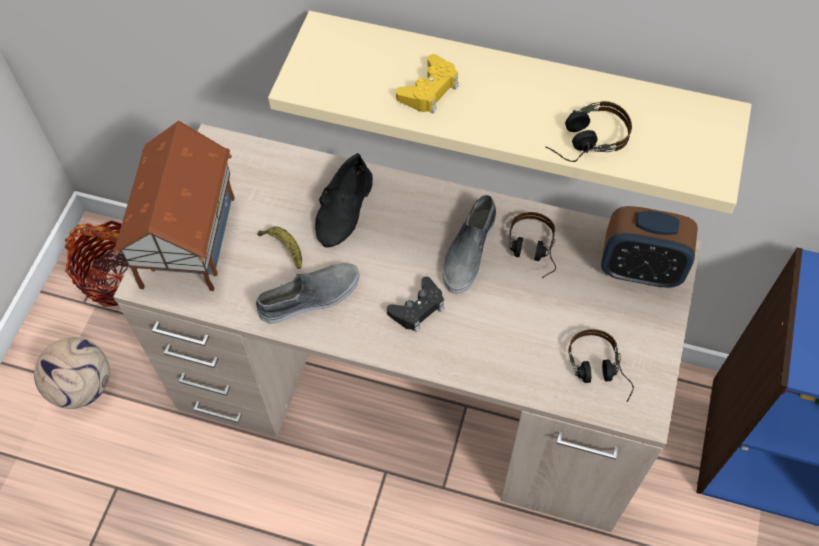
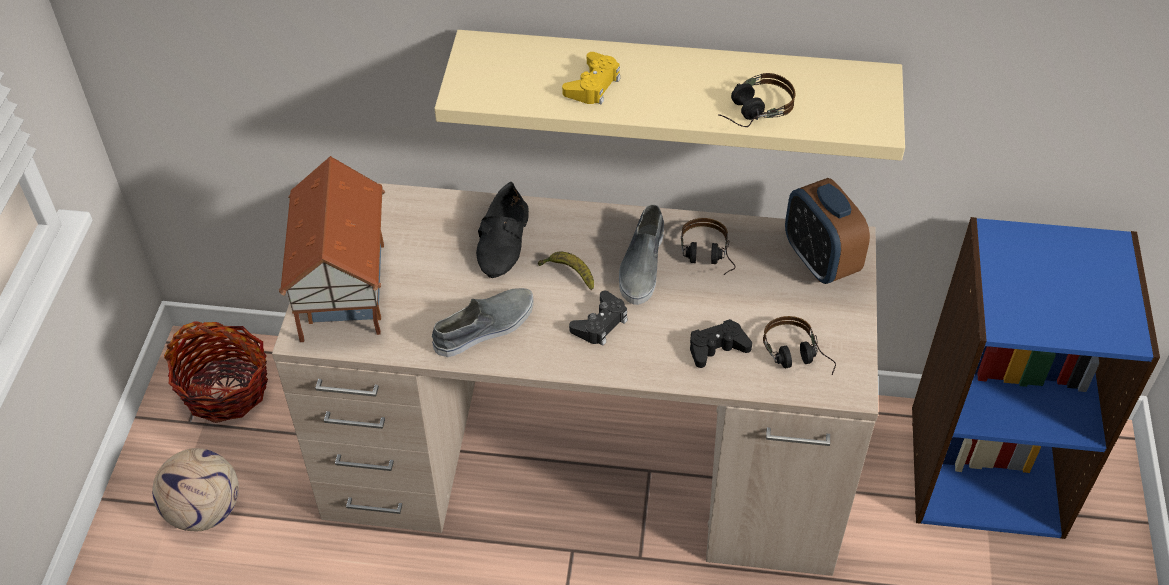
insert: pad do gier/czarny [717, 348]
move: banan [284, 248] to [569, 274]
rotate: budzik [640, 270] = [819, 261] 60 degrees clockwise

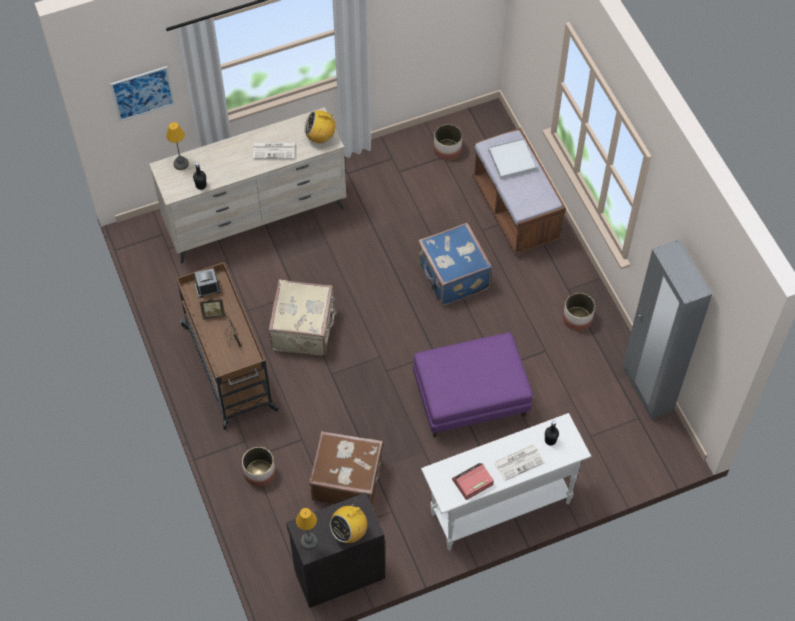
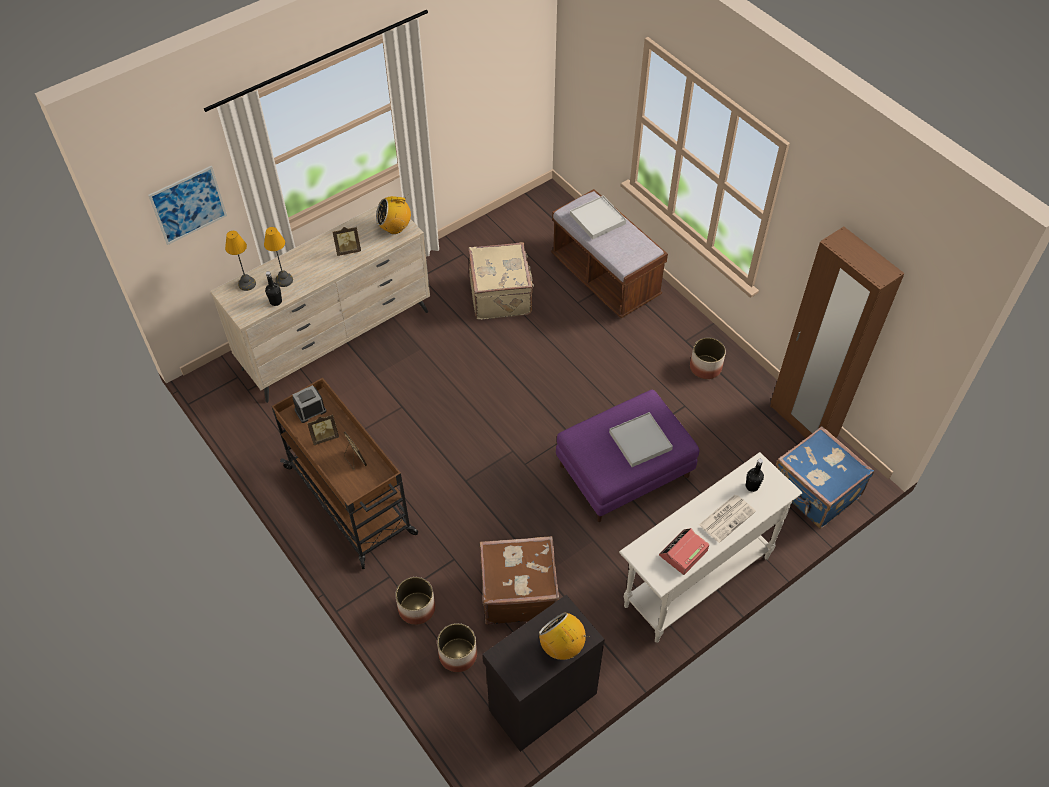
insert: taca/biały [640, 441]
move: lampa stołowa [308, 542] to [283, 280]; donica [447, 150] to [458, 655]; walizka/beżowy [304, 328] to [501, 295]; walizka/niebieski [452, 276] to [814, 492]
replace: gazeta [274, 150] to ramka na zdjęcie [348, 250]
recolor: szafa/szary [646, 390] to szafa/brązowy [802, 422]
rotate: radio [349, 531] = [562, 646] 105 degrees clockwise

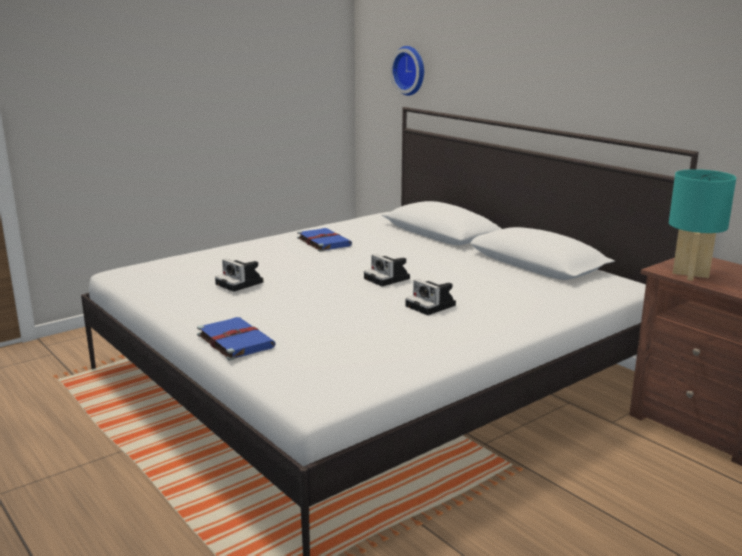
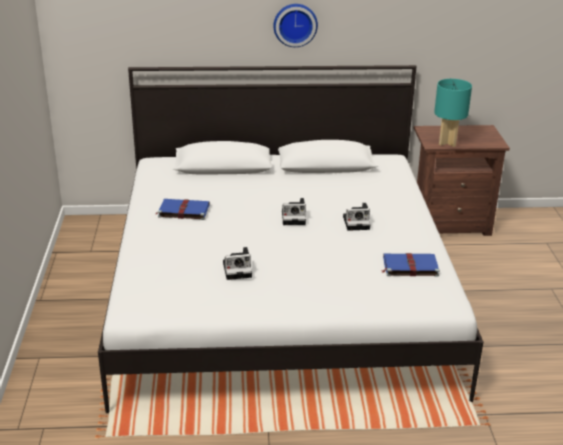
move: zegar ścienny [410, 70] to [295, 24]; książka/niebieski [234, 340] to [409, 266]

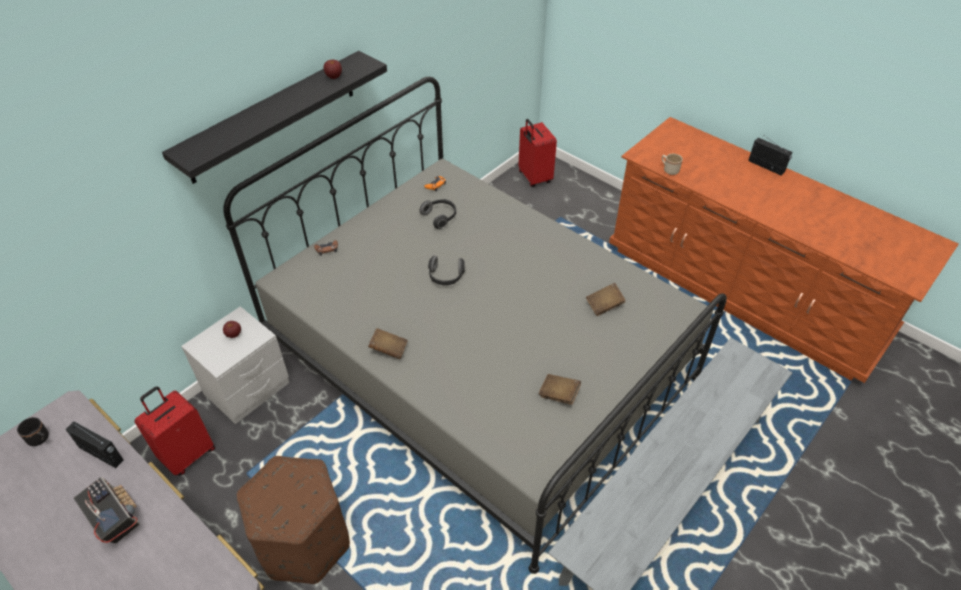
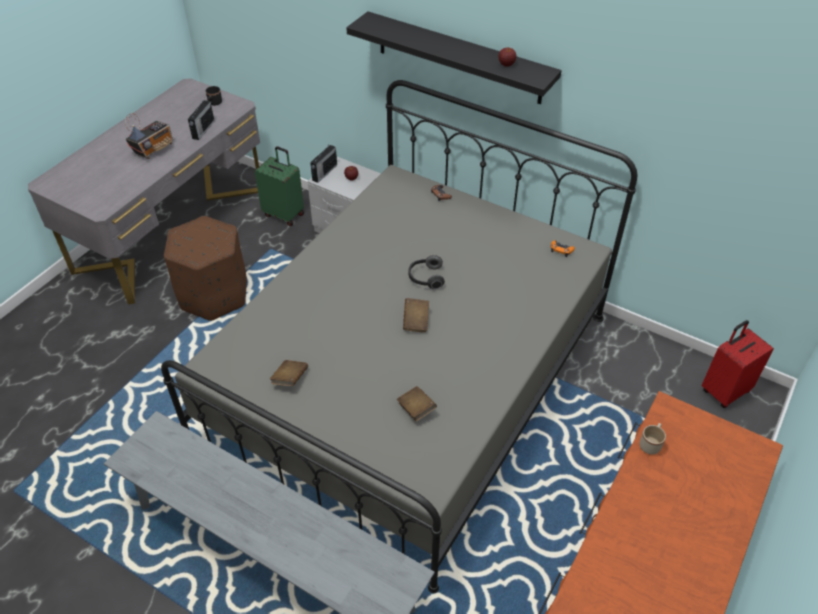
delete: słuchawki [440, 217]
move: radio [767, 166] to [324, 173]; książka/brązowy [389, 349] to [416, 321]
recolor: walizka/czerwony [187, 454] to walizka/zielony [284, 214]

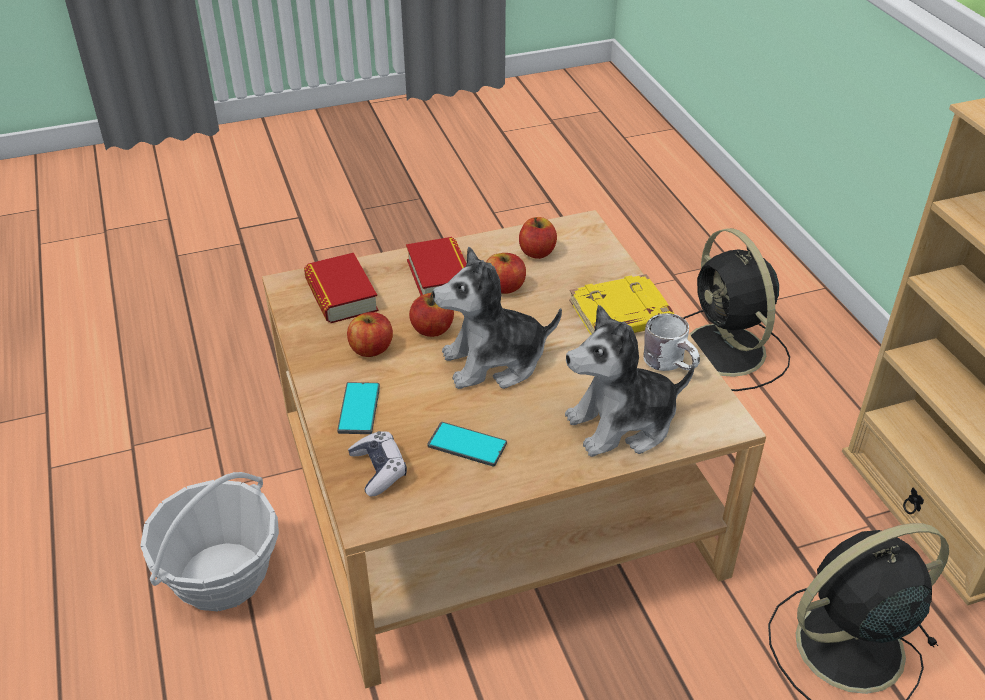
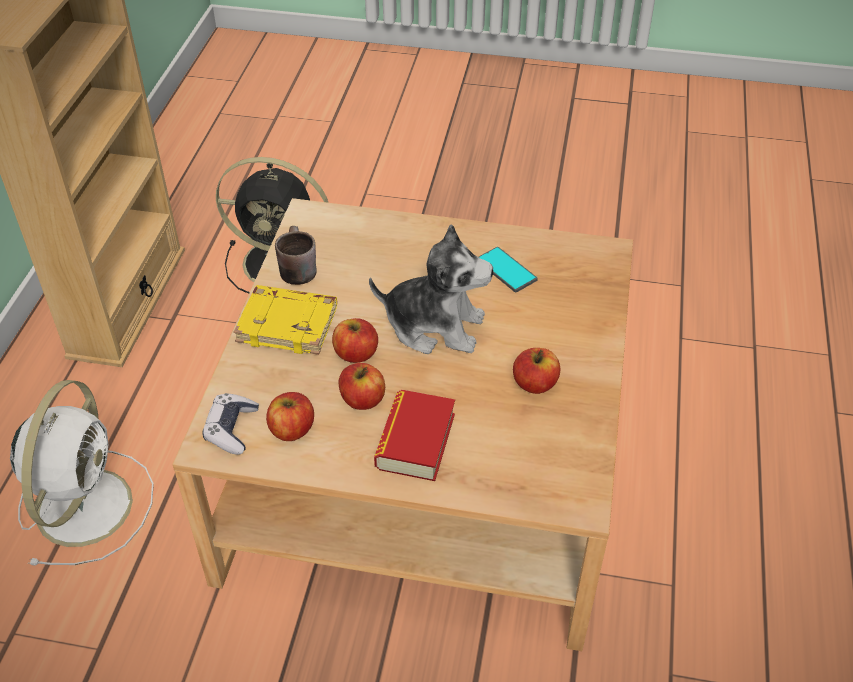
delete: koszyk [222, 576]; książka [341, 295]; telefon [359, 409]; pluszak [622, 424]
move: pad do gier [379, 470] to [231, 429]; jabłko [432, 329] to [356, 353]
recolor: wentylator/czarny [727, 352] to wentylator/biały [86, 503]; kubek/biały [672, 362] to kubek/brązowy [294, 268]

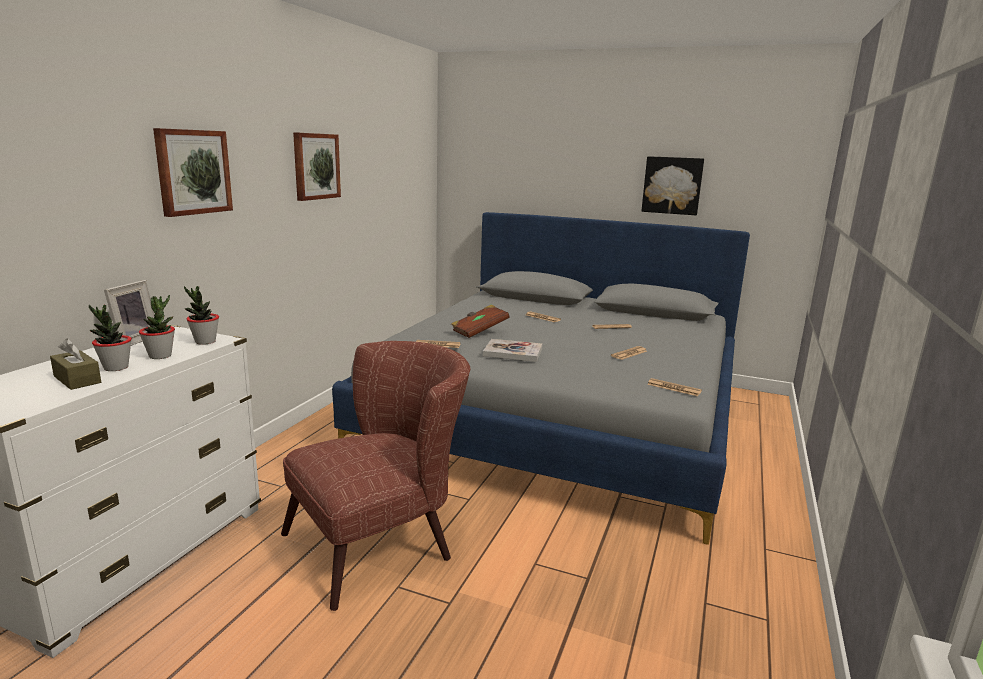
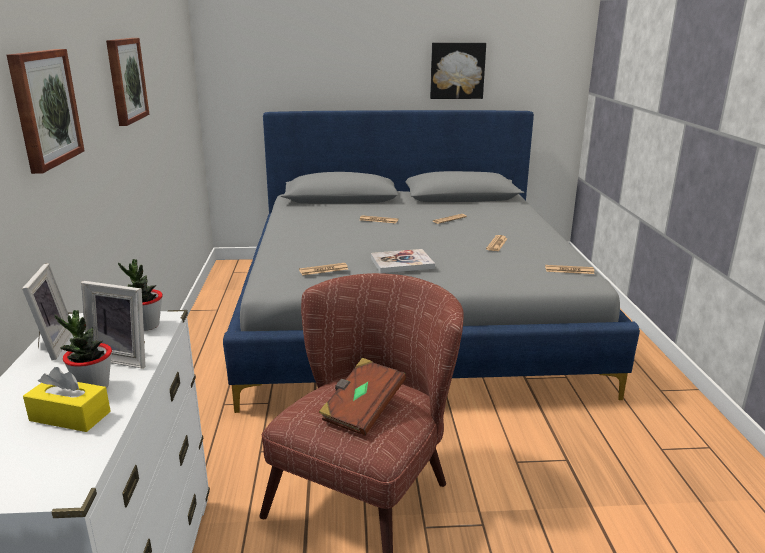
move: książka/brązowy [479, 331] to [362, 410]
replace: roślina doniczkowa [160, 356] to ramka na zdjęcie [123, 357]
recolor: pudełko chusteczek/brązowy [77, 379] to pudełko chusteczek/żółty [70, 416]

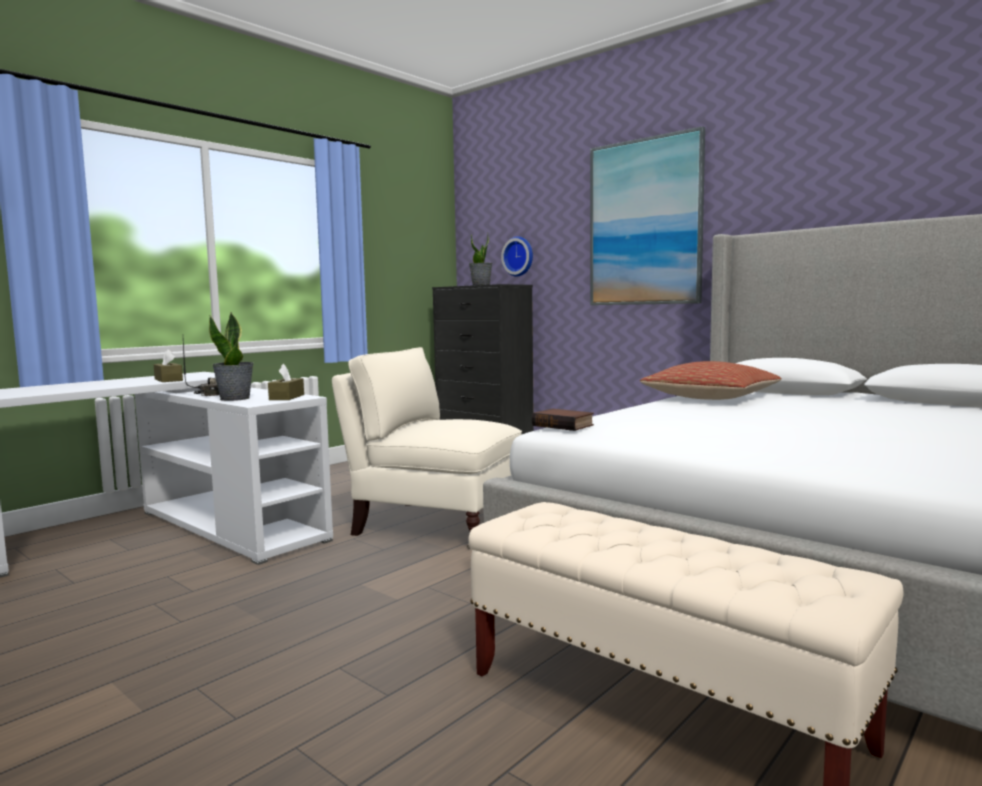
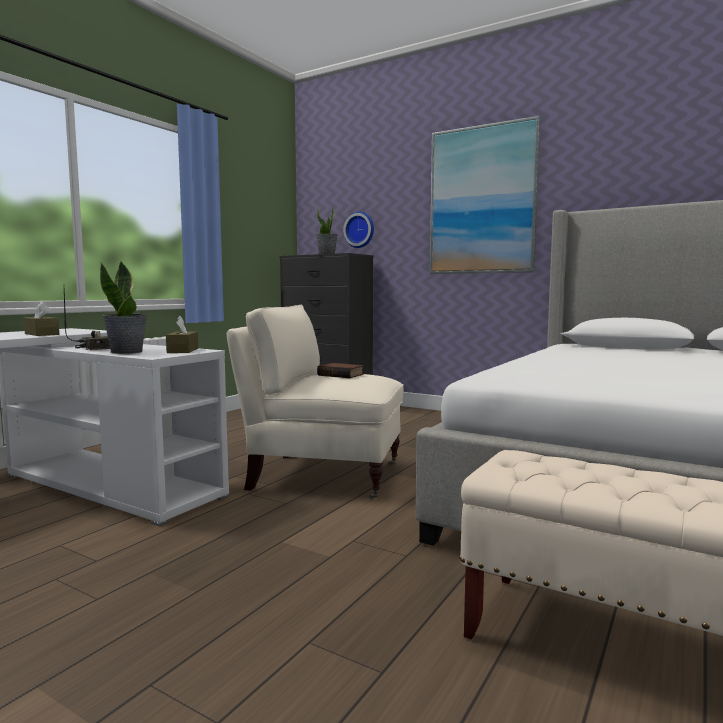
delete: poduszka [711, 398]
move: książka [564, 425] to [341, 375]

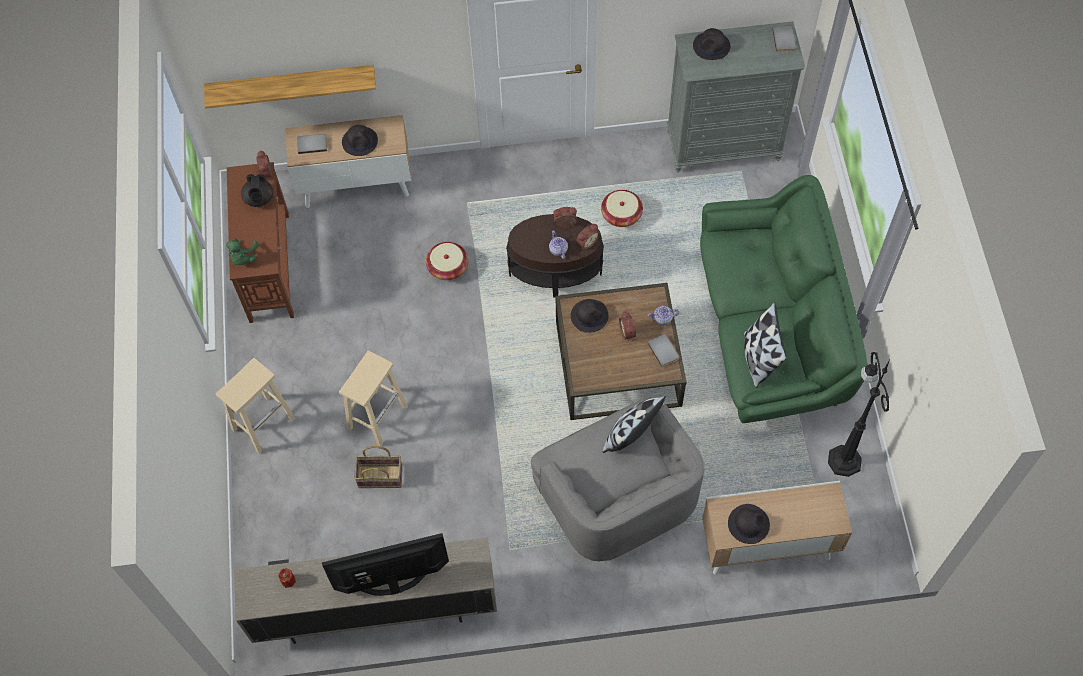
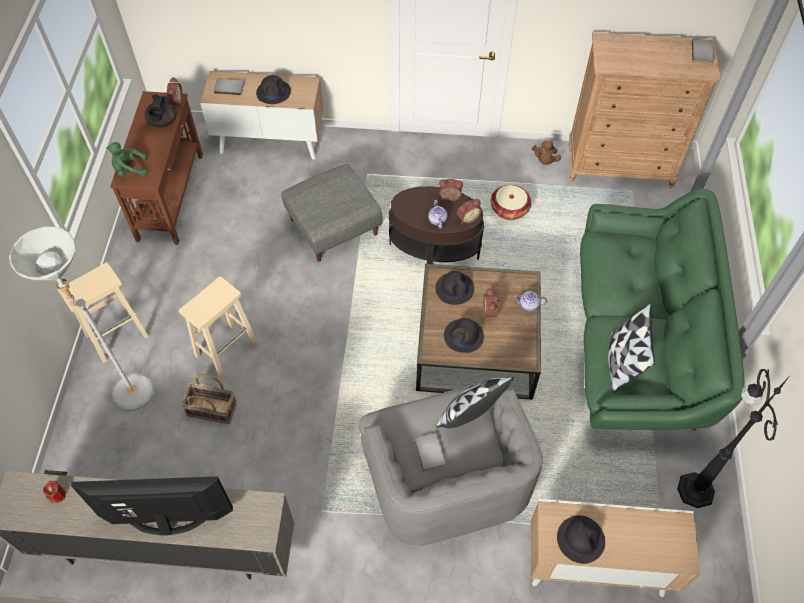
delete: półka [291, 83]
insert: lampa stojąca/szary [126, 388]; pluszak/brązowy [544, 160]
move: książka/szary [664, 350] to [431, 452]; kapelusz/czarny [711, 46] to [463, 336]
replace: koszyk [448, 267] to pufa/szary [333, 226]
recolor: komoda/szary [724, 145] to komoda/brązowy [620, 166]
rotate: pluszak/zielony [243, 257] = [129, 170] 60 degrees clockwise

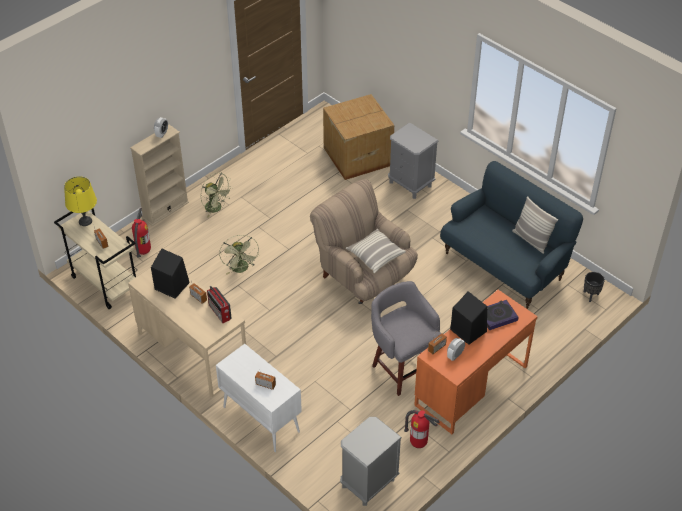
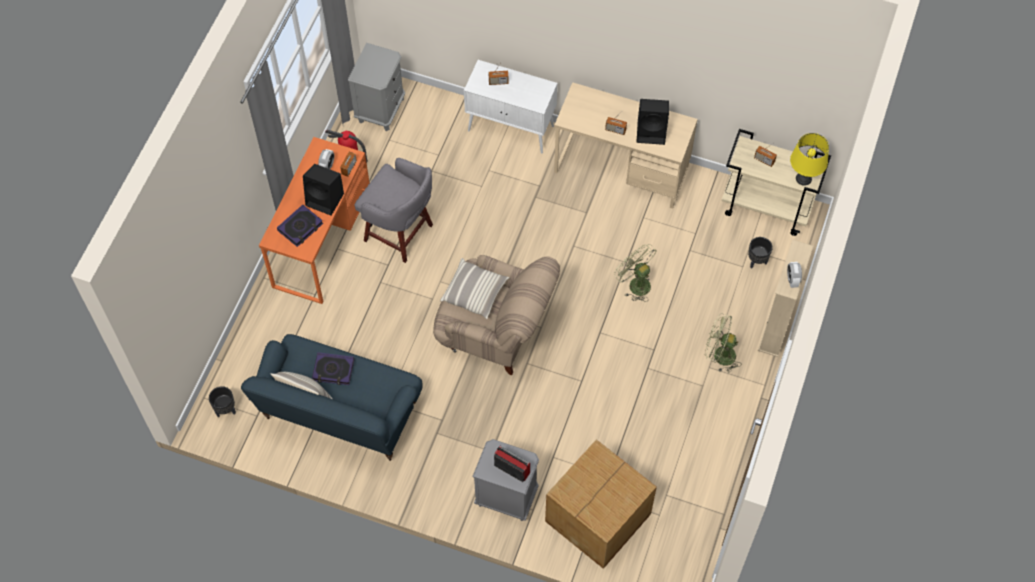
insert: książka [333, 370]
move: radio [220, 312] to [511, 468]
replace: gaśnica [143, 252] to donica/czarny [757, 261]

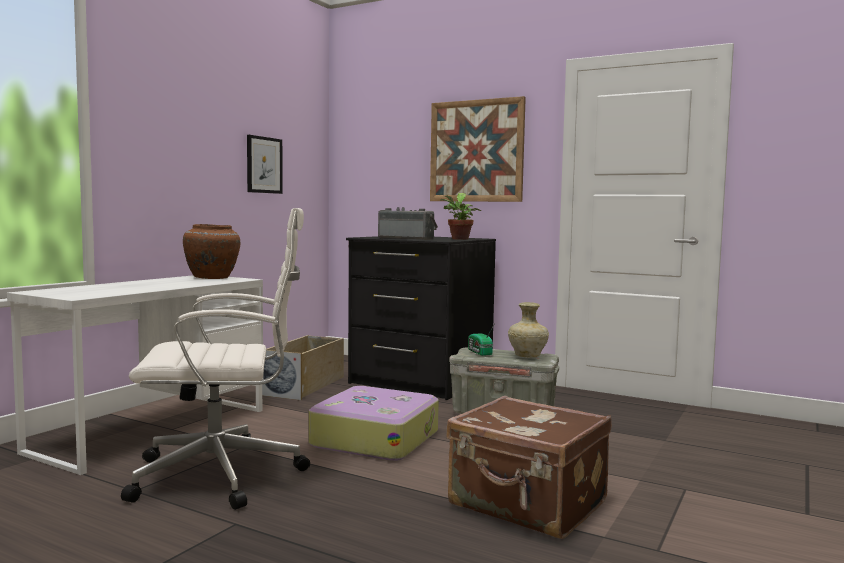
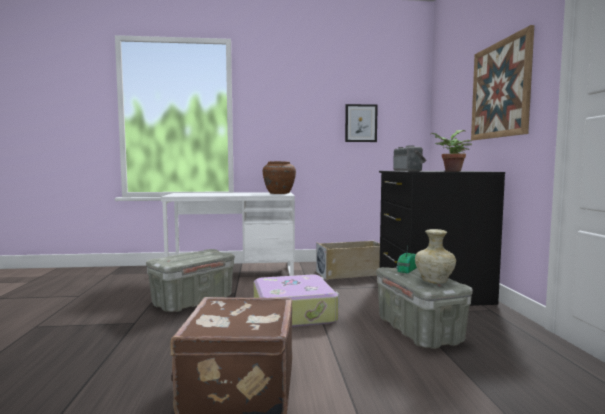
replace: krzesło biurowe/biały [223, 475] to pojemnik do przechowywania/szary [192, 302]

